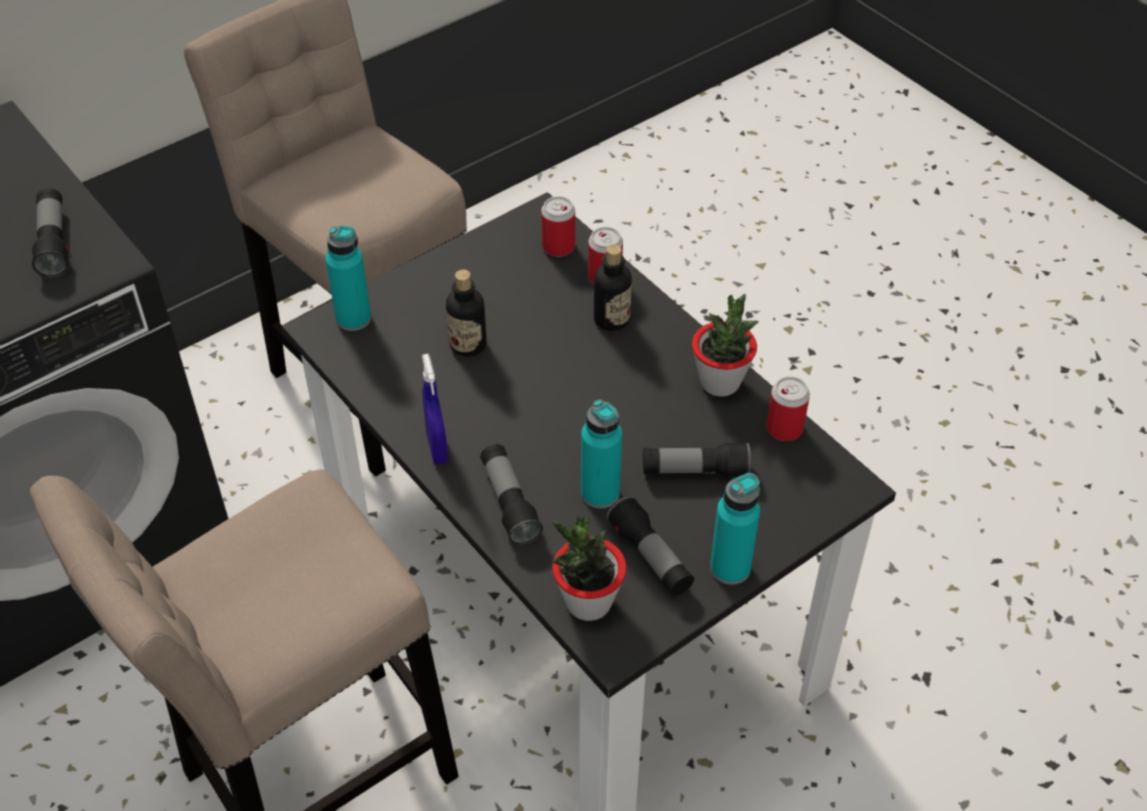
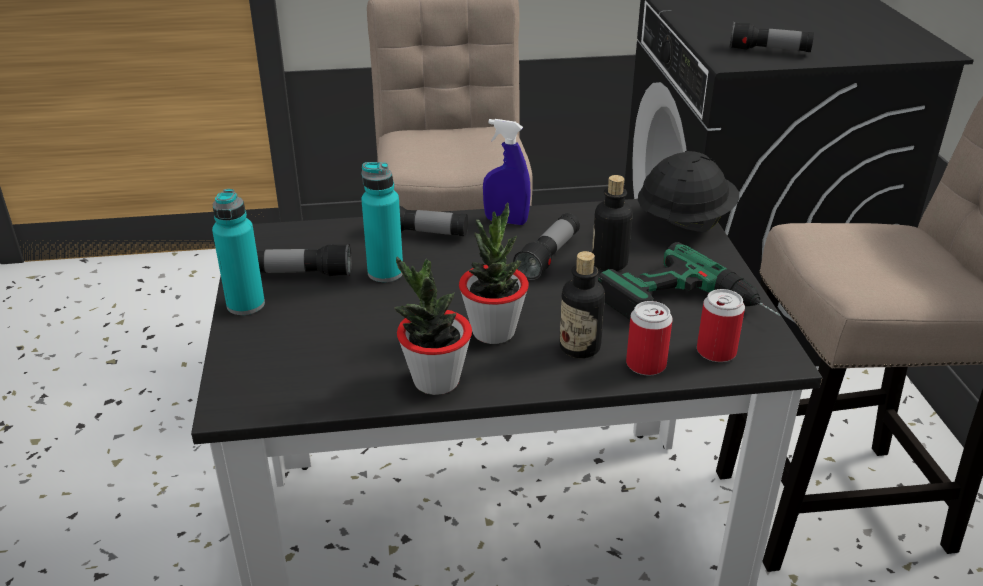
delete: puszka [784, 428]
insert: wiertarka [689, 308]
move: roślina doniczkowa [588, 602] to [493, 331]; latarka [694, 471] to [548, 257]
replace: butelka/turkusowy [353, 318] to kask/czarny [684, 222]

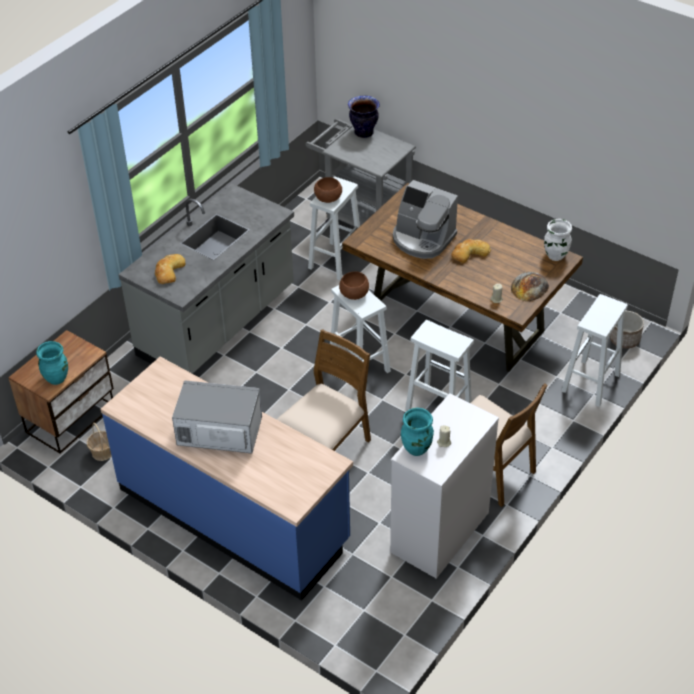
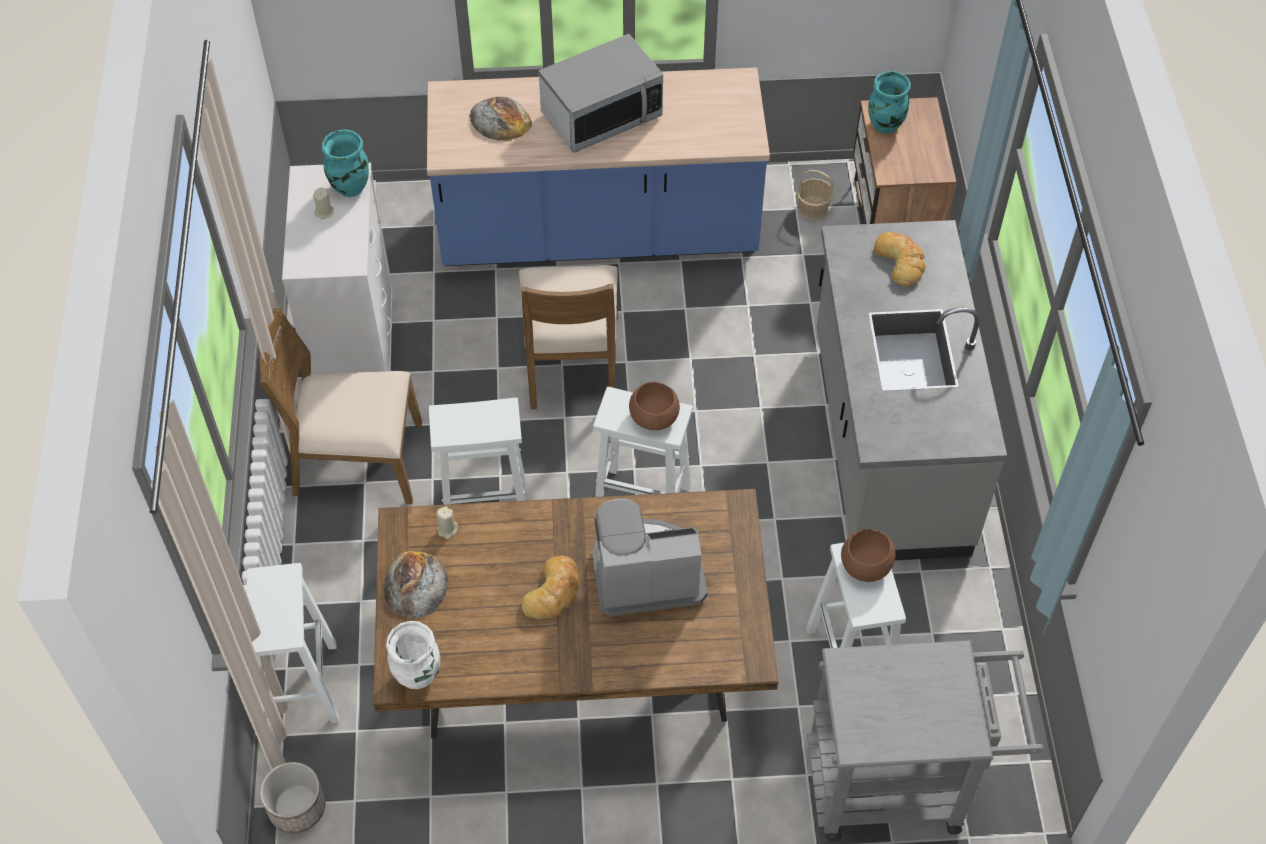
delete: wazon [364, 133]
insert: chleb [500, 119]

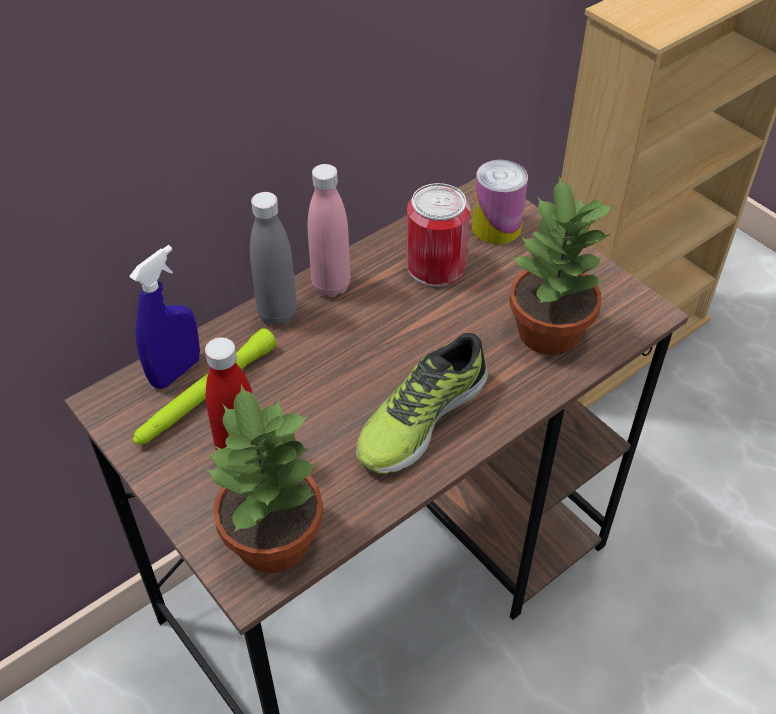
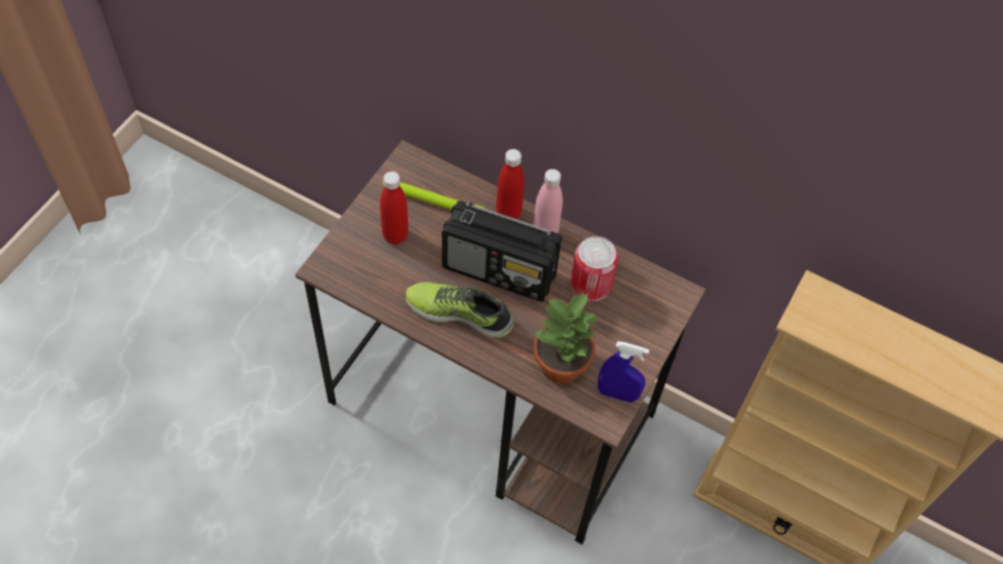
delete: roślina doniczkowa [273, 542]; puszka [496, 227]
insert: radio [500, 270]
move: spryskiwacz/niebieski [176, 371] to [617, 394]
recolor: butelka/szary [277, 314] to butelka/czerwony [508, 213]

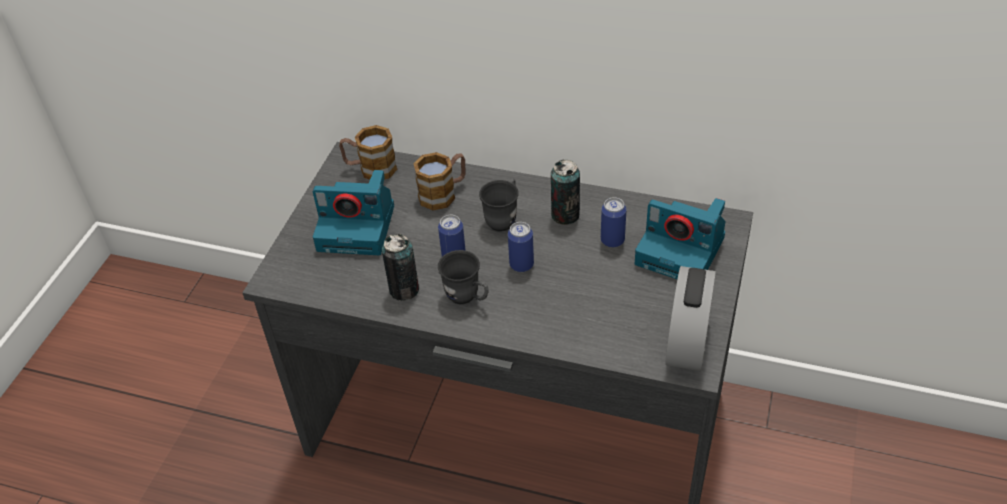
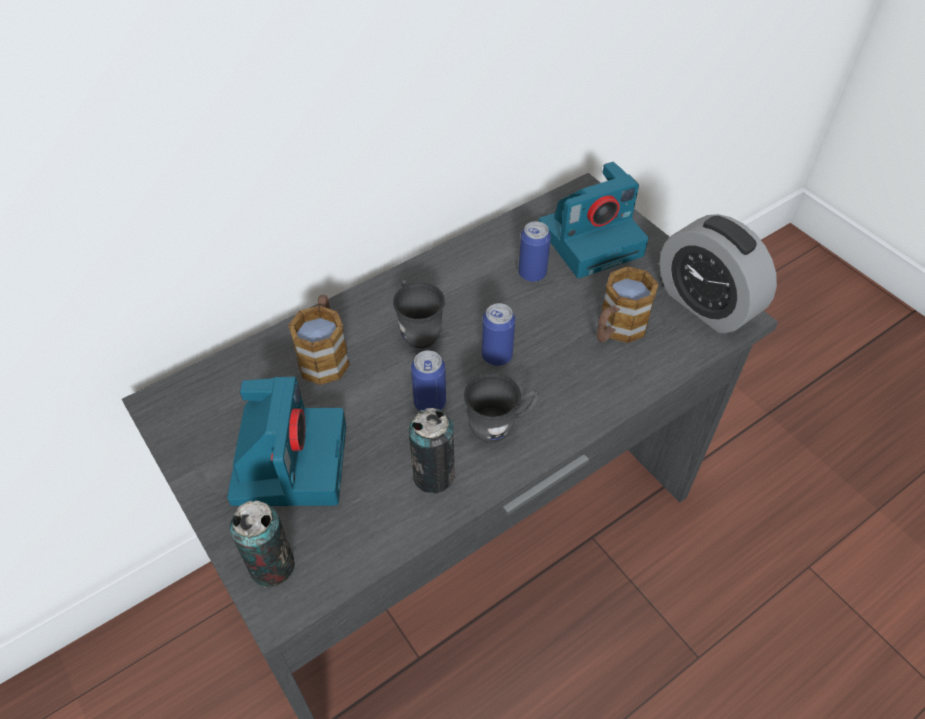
move: puszka [565, 215] to [272, 566]; kubek [370, 169] to [616, 330]
rotate: aparat fotograficzny [358, 227] = [289, 461] 45 degrees counterclockwise

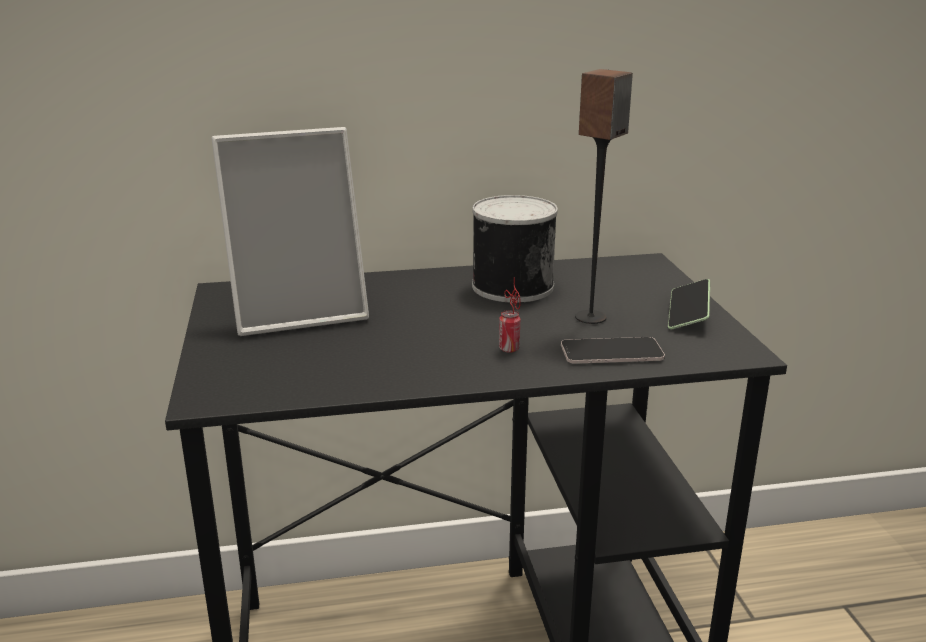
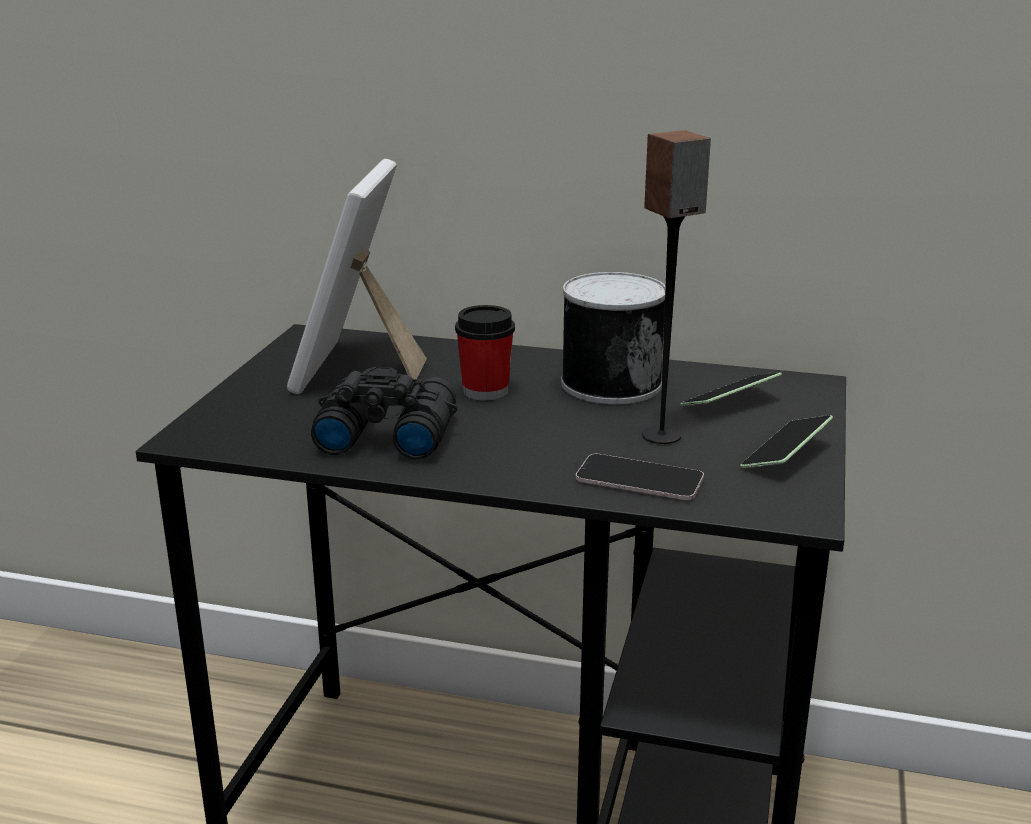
delete: puszka [508, 348]
insert: lornetka/czarny [384, 434]; filiżanka [485, 391]; telefon [729, 403]
rotate: ramka na zdjęcie [299, 311] = [358, 370] 90 degrees clockwise

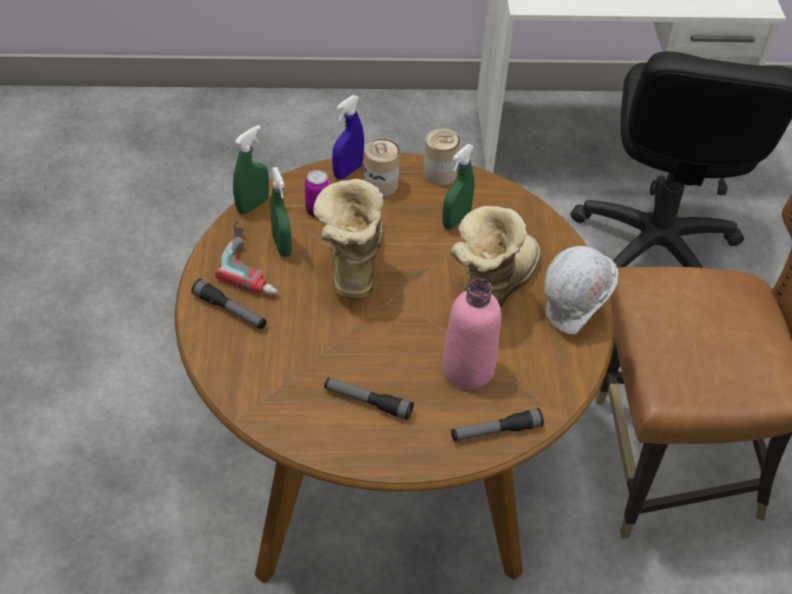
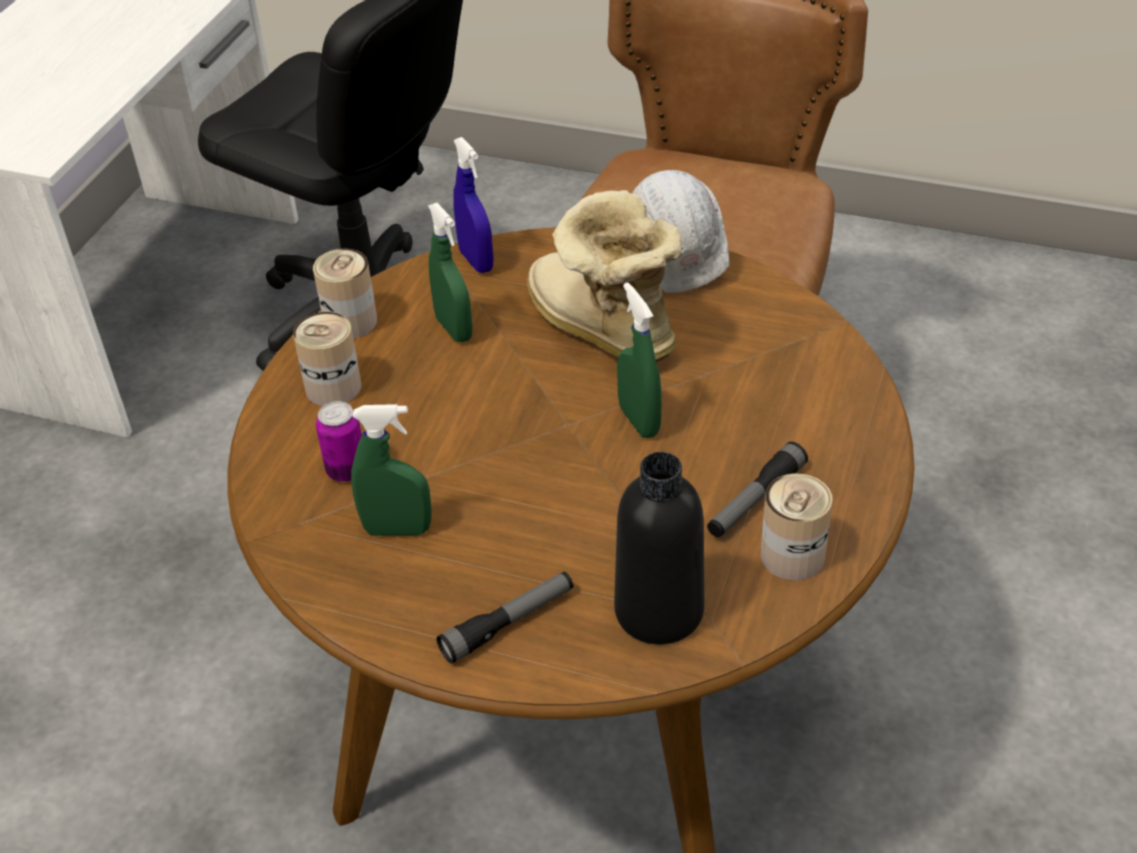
delete: wiertarka [255, 263]; but z cholewką [351, 261]; butelka/różowy [468, 369]; latarka [496, 431]
insert: butelka/czarny [659, 611]; puszka [792, 555]
move: spryskiwacz/niebieski [348, 171] to [476, 261]; spryskiwacz/zielony [252, 205] to [639, 421]

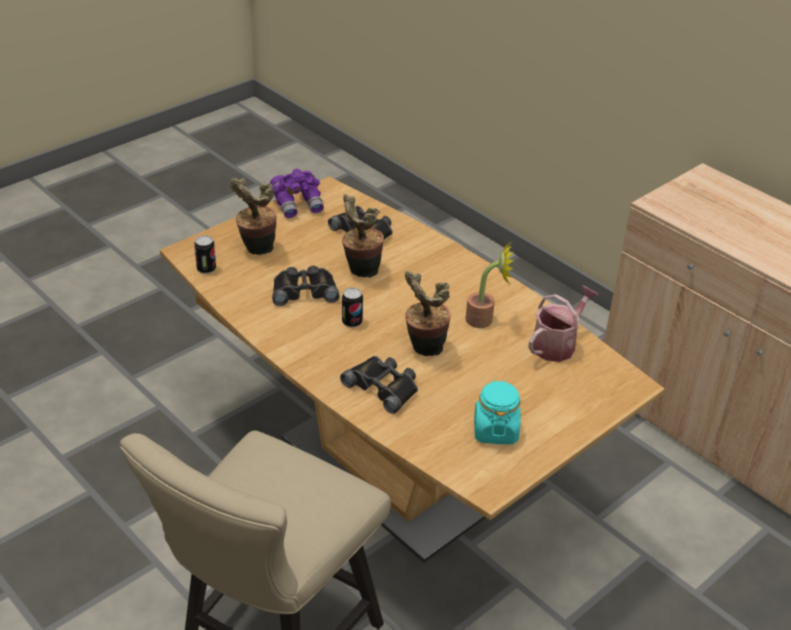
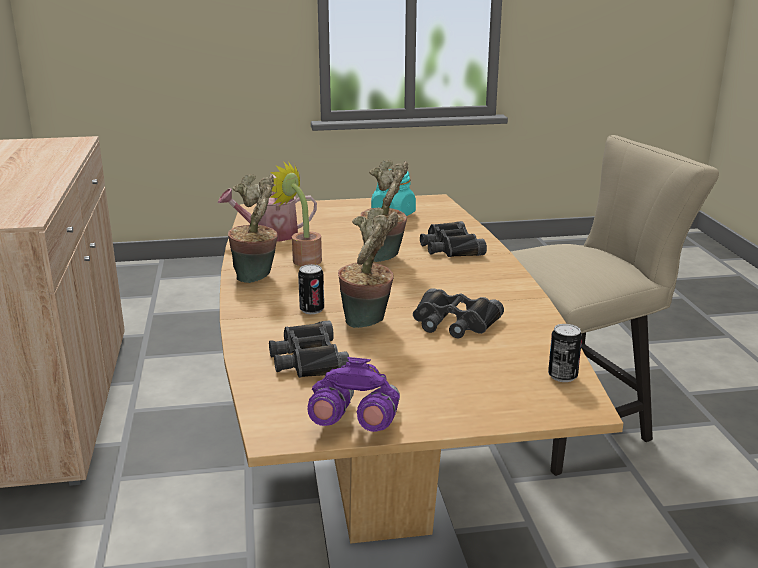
move: roślina doniczkowa [256, 250] to [257, 276]; puszka [352, 322] to [312, 310]

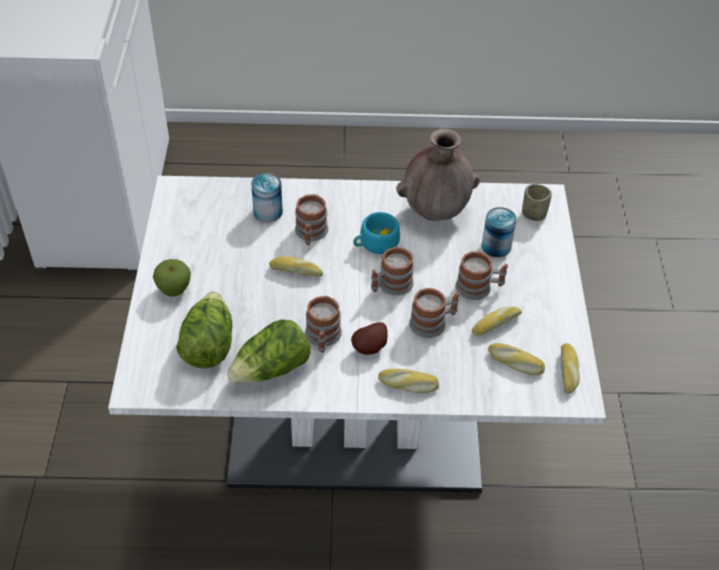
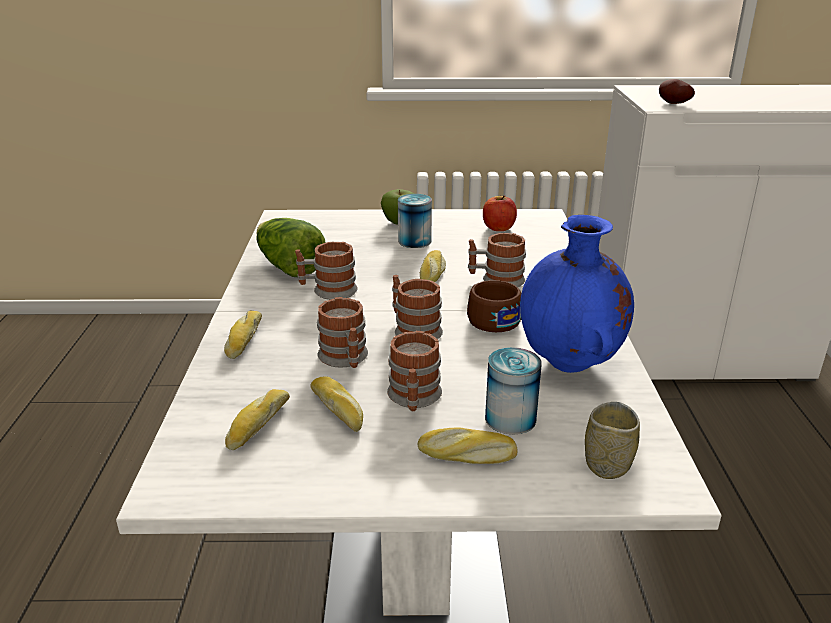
delete: sałata [207, 344]
insert: jabłko [498, 228]
move: puszka [268, 212] to [414, 241]; chleb [569, 372] to [466, 456]; ziemniak [371, 348] to [672, 104]
recolor: filiżanka/turkusowy [375, 243] to filiżanka/brązowy [490, 319]; wazon/brązowy [435, 212] to wazon/niebieski [570, 364]

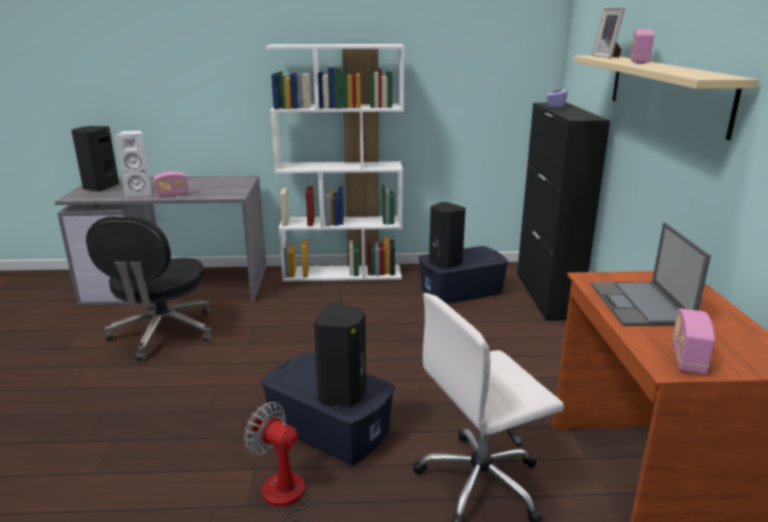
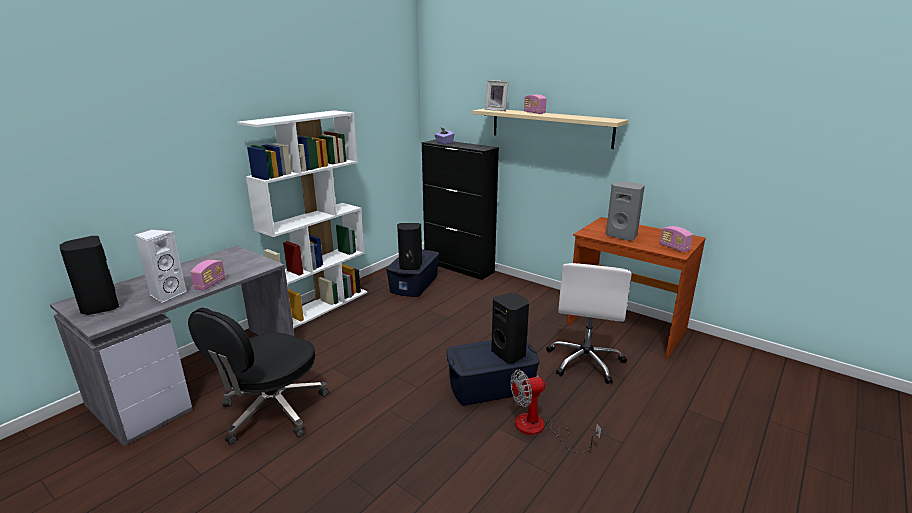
replace: laptop [640, 304] to głośnik/szary [622, 236]
rotate: krzesło biurowe/czarny [163, 333] = [271, 411] 75 degrees clockwise

